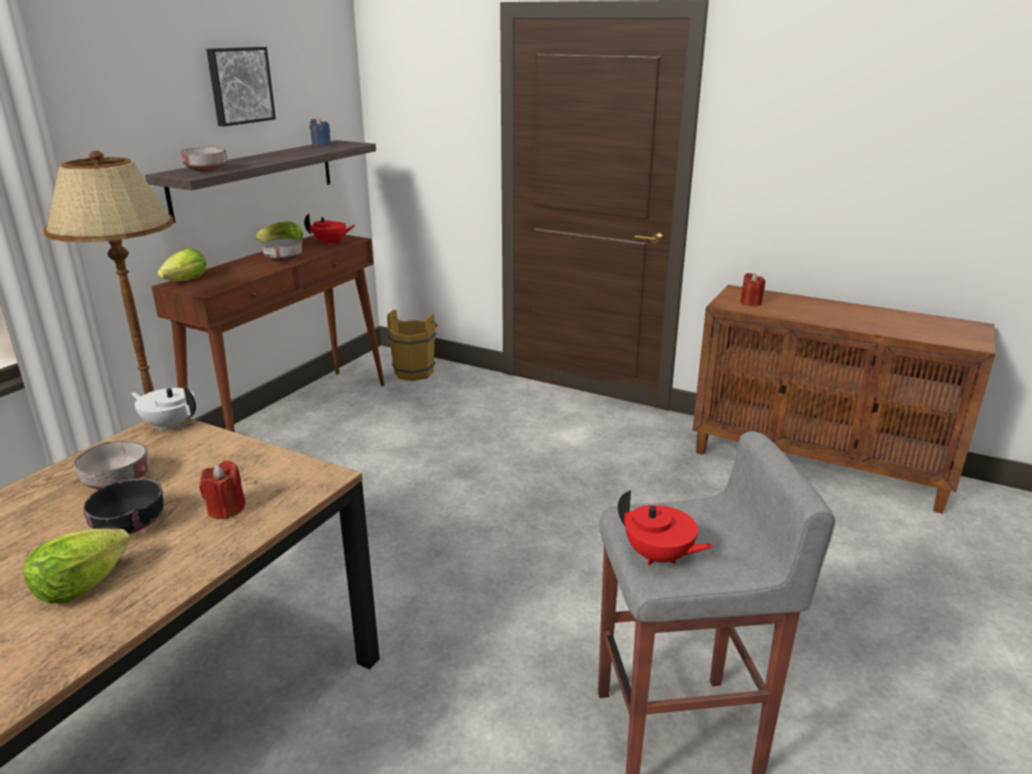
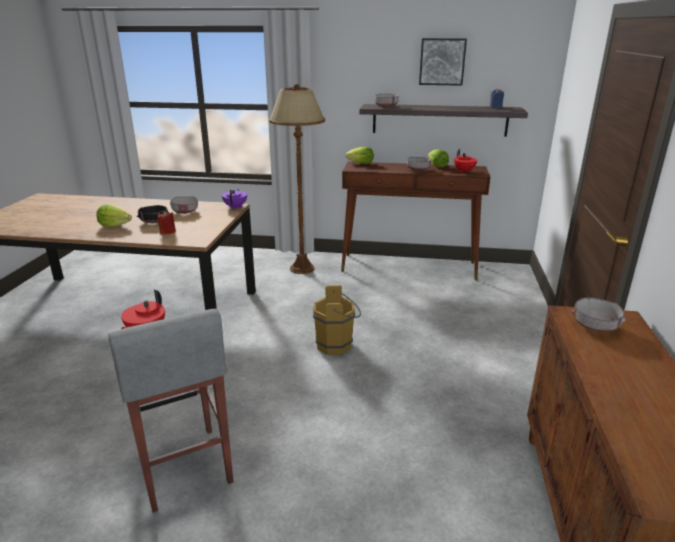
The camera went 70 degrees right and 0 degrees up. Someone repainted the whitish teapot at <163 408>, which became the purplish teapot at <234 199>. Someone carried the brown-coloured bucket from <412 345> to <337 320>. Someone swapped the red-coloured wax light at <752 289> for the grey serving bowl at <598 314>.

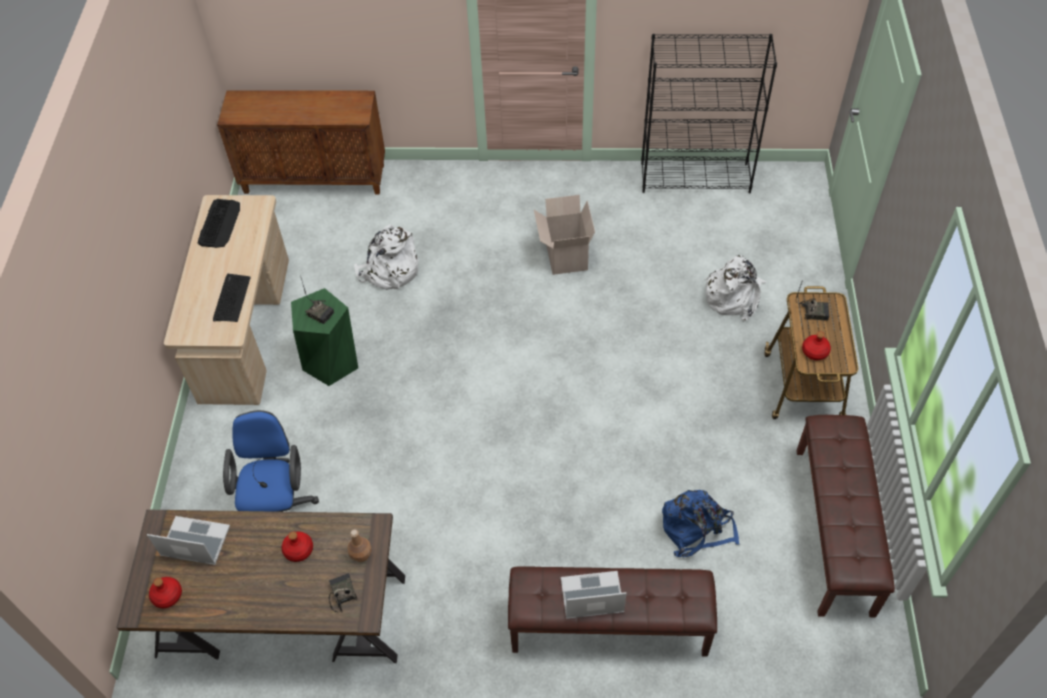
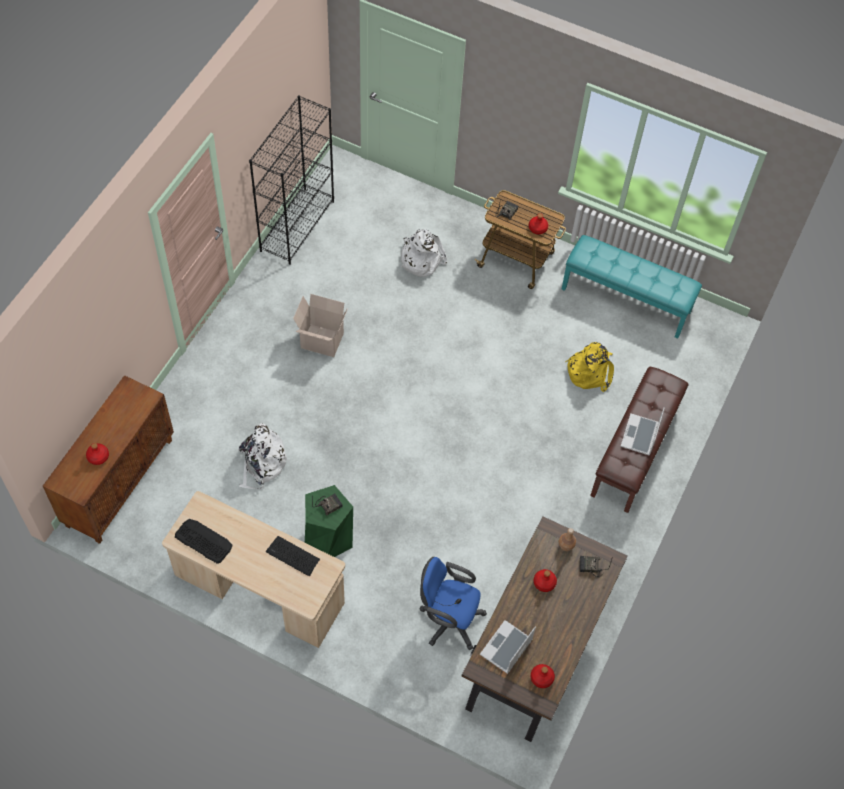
The camera went 70 degrees left and 5 degrees up. Someone repainted the blue-coloured knapsack at <701 523>, which became the yellow-coloured knapsack at <589 367>. Someone repainted the brown-coloured indoor bench at <845 516>, which became the blue-green indoor bench at <632 287>. Someone put down the red-coloured drink bottle at <97 454>.

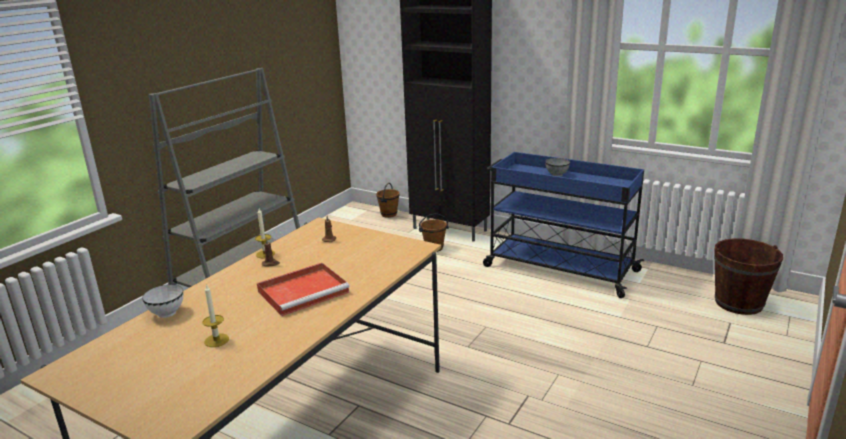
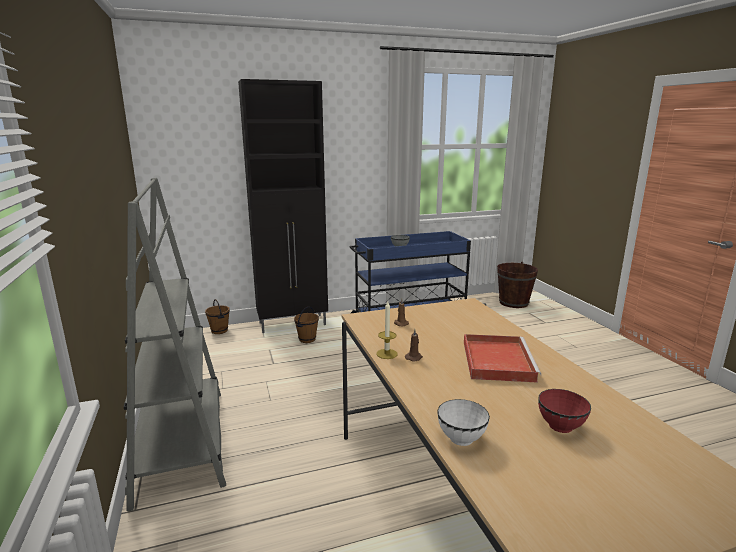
The camera went 50 degrees left and 5 degrees down. Someone swapped the wax light at <216 315> for the red-coloured serving bowl at <564 411>.

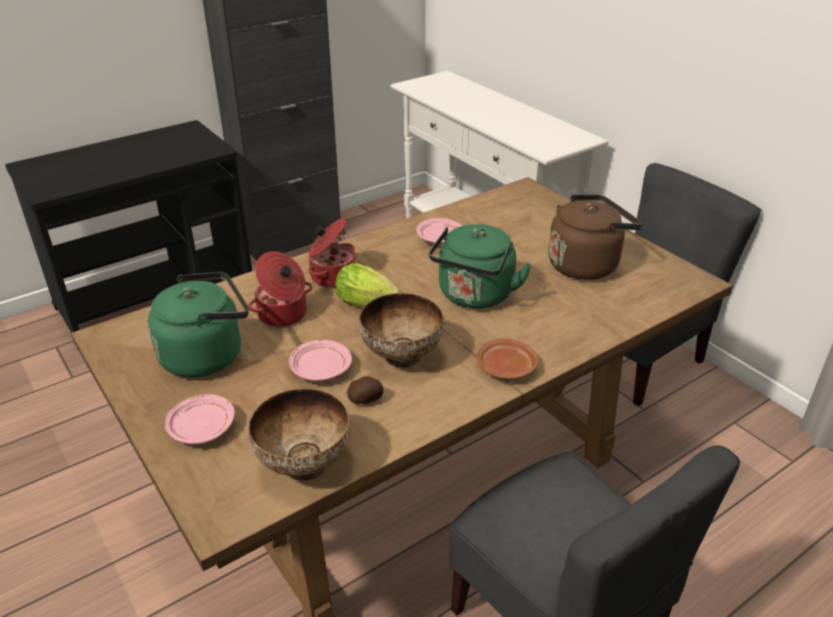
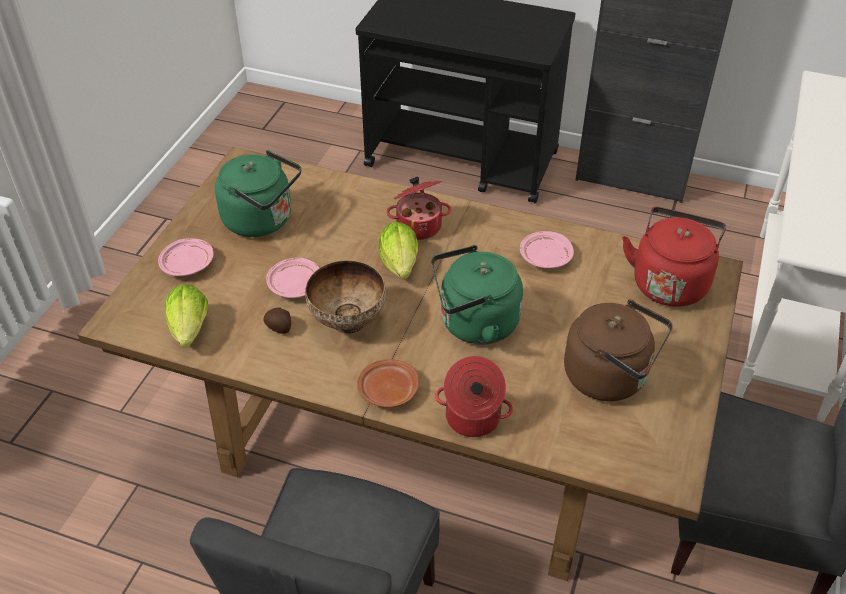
The camera went 55 degrees right and 10 degrees up. Someone carried the stockpot from <280 289> to <474 396>. Someone swapped the serving bowl at <299 434> for the lettuce head at <186 316>. Someone put down the red-coloured water kettle at <674 257>.

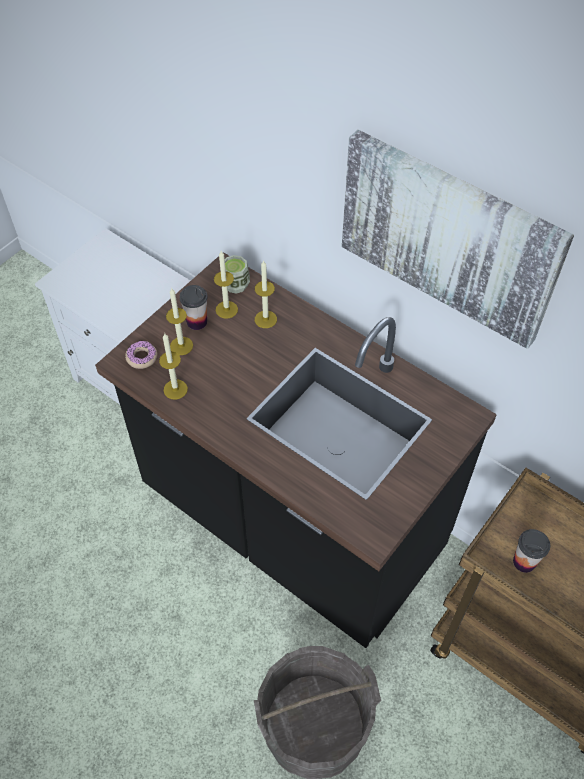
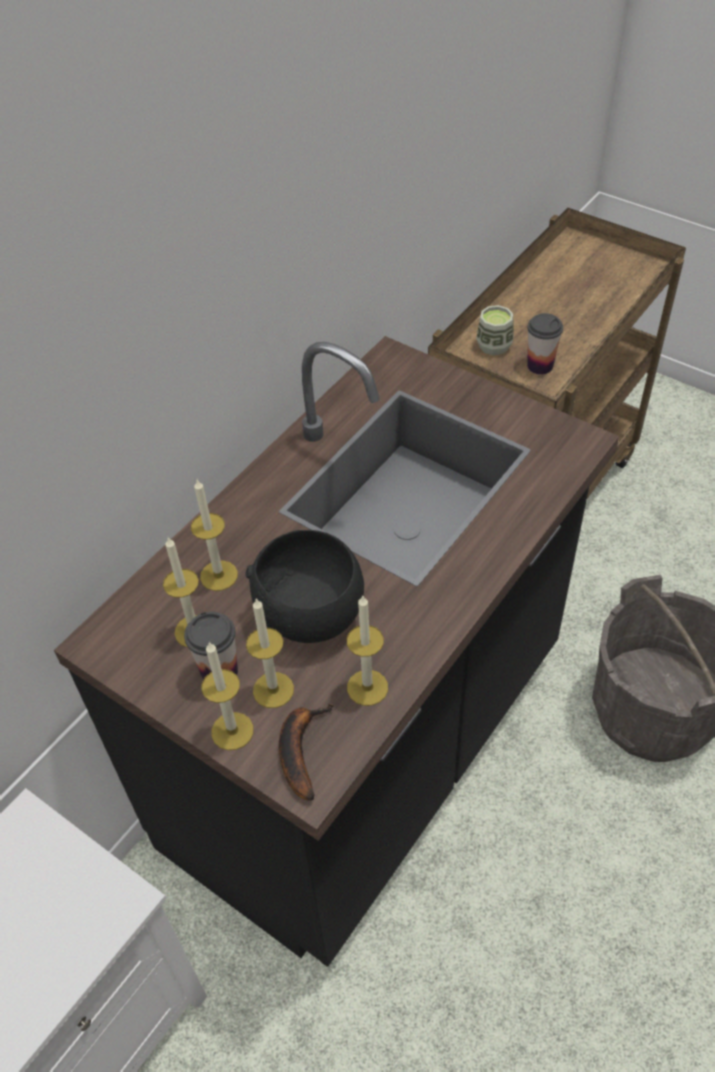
The camera went 90 degrees left and 5 degrees down. Someone swapped the ring doughnut at <141 354> for the banana at <307 752>. Someone carried the cup from <237 274> to <495 330>. Someone took away the wall art at <458 239>. Someone put down the wax light at <227 696>. Someone put down the black serving bowl at <305 586>.

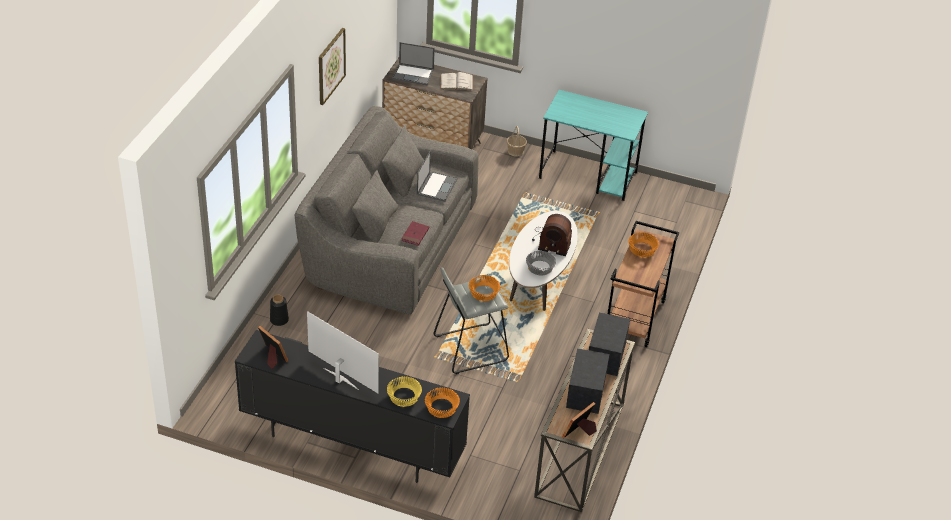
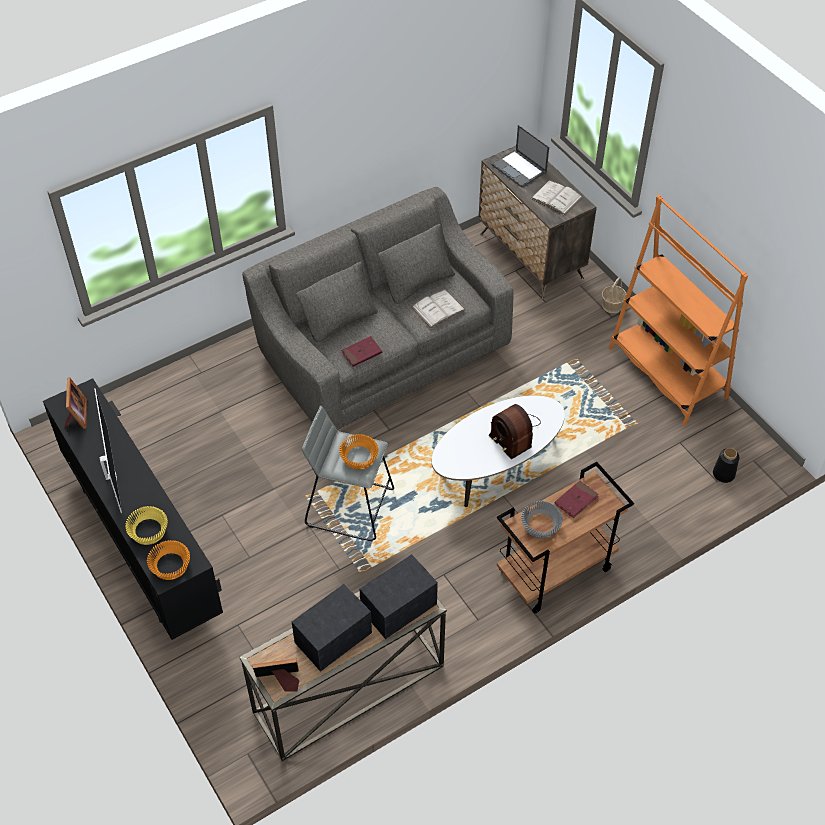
The camera went 40 degrees right and 10 degrees up. Someone carried the black flower vase from <279 310> to <726 465>. Someone took away the wall art at <332 66>. Someone swapped the notebook computer at <437 176> for the whitish bound book at <438 309>. Someone carried the grey serving bowl from <541 263> to <542 520>. Someone swapped the blue-green desk unit at <593 145> for the orangey bookshelf at <678 310>. Someone swapped the orangey serving bowl at <643 244> for the red-coloured bound book at <576 499>.

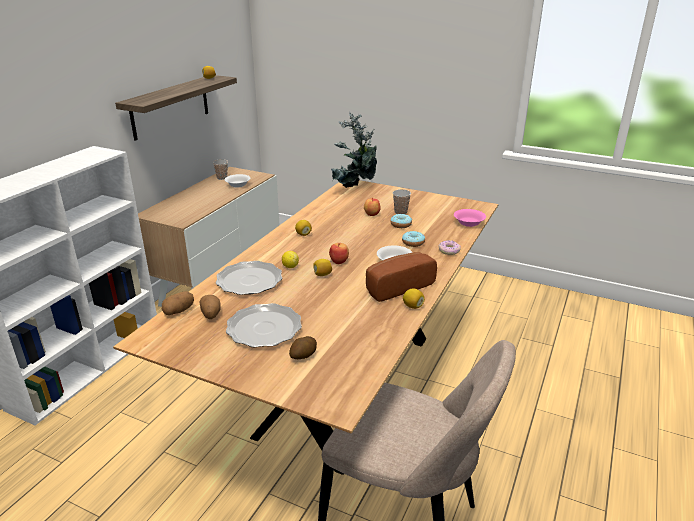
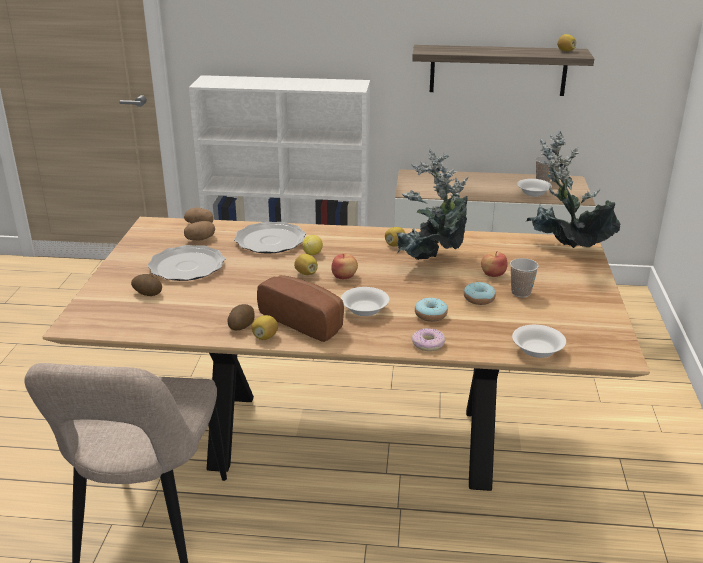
The camera went 70 degrees right and 0 degrees up. Someone repainted the pink-coloured serving bowl at <470 218>, which became the whitish serving bowl at <539 341>. Someone put down the potato at <241 317>. Someone put down the potted plant at <432 204>.

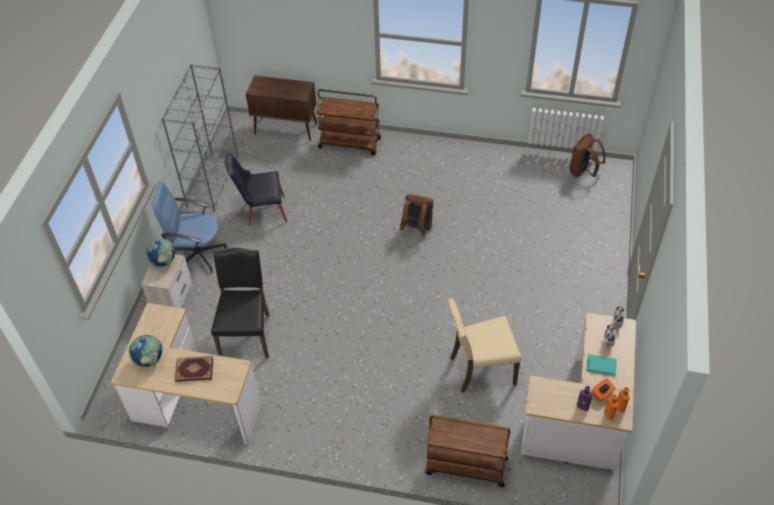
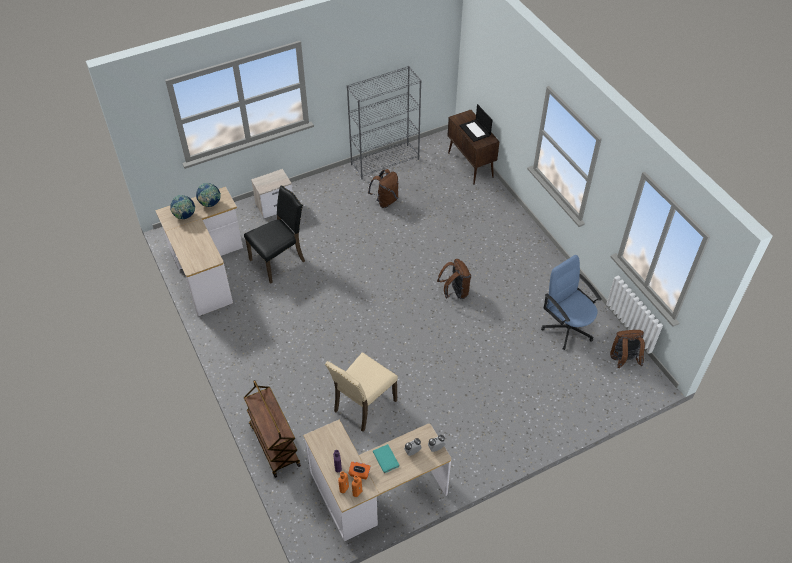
The camera went 50 degrees right and 0 degrees up. Someone carried the desk globe from <160 252> to <208 195>. Someone carried the blue-coloured computer chair from <189 227> to <571 302>. Someone took away the bound book at <194 369>. Someone swapped the black plain chair at <256 189> for the brown-coloured knapsack at <383 188>. Someone took away the brown-coloured cart at <348 122>. Someone rotated the beige-coloured plain chair at <485 345> by 90 degrees counterclockwise. Someone put down the notebook computer at <475 123>.

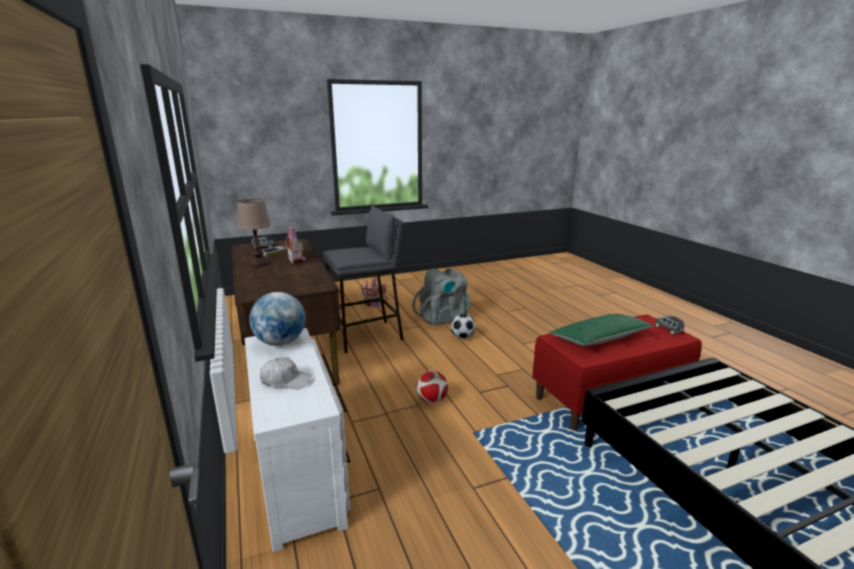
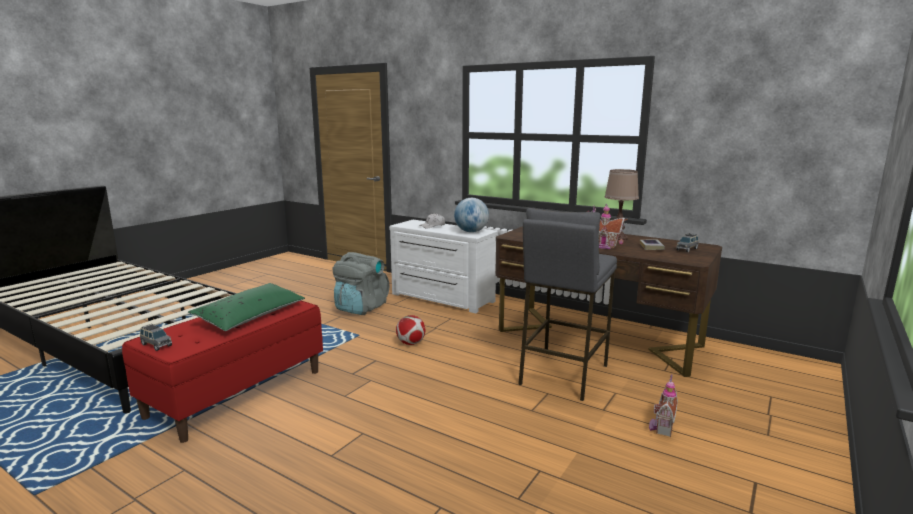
The camera went 145 degrees right and 5 degrees down. Someone carried the grey knapsack from <441 297> to <361 283>. Someone took away the football at <463 326>.

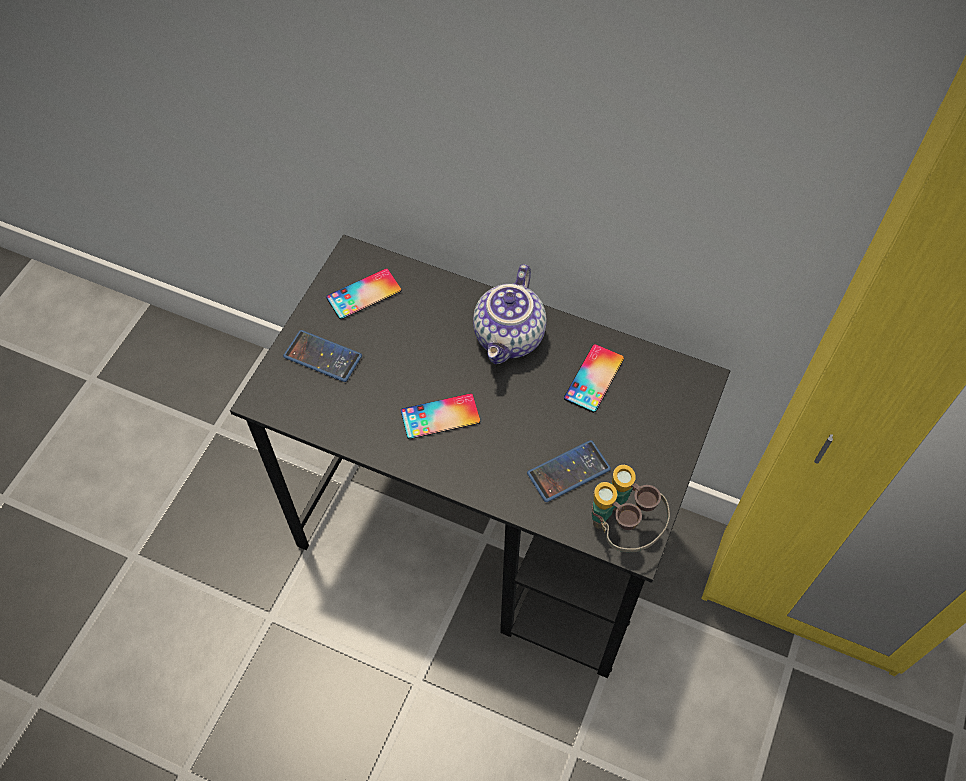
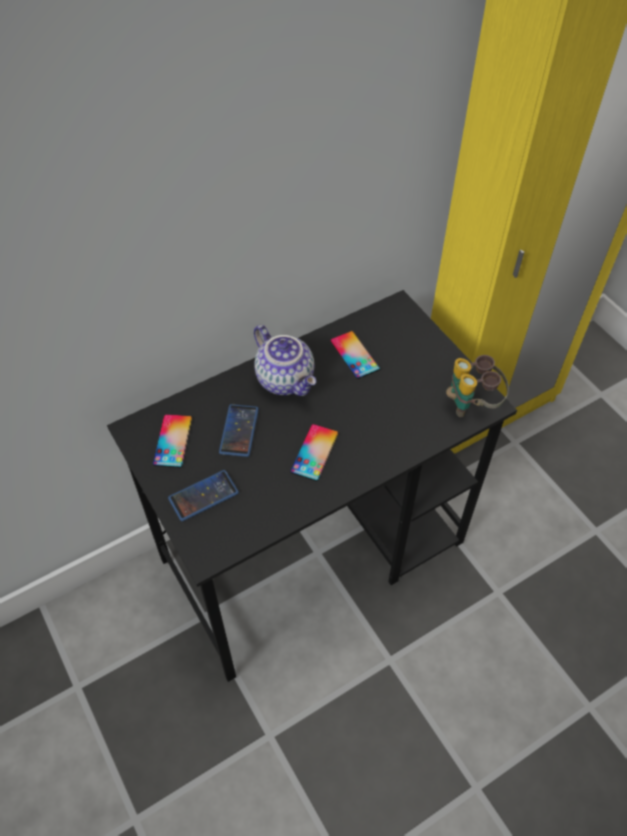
The camera went 55 degrees left and 5 degrees down. Someone carried the handset from <569 471> to <239 430>.

